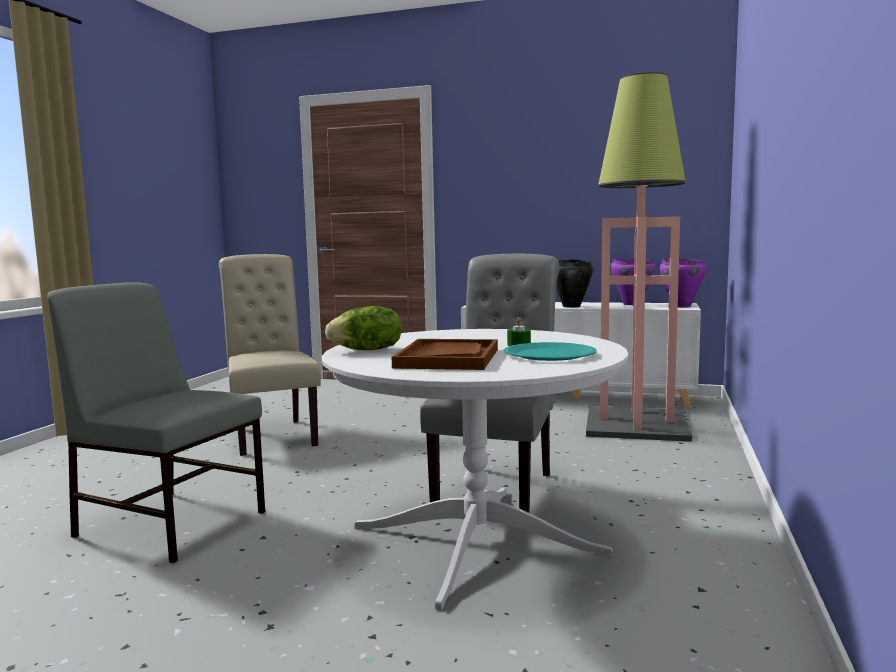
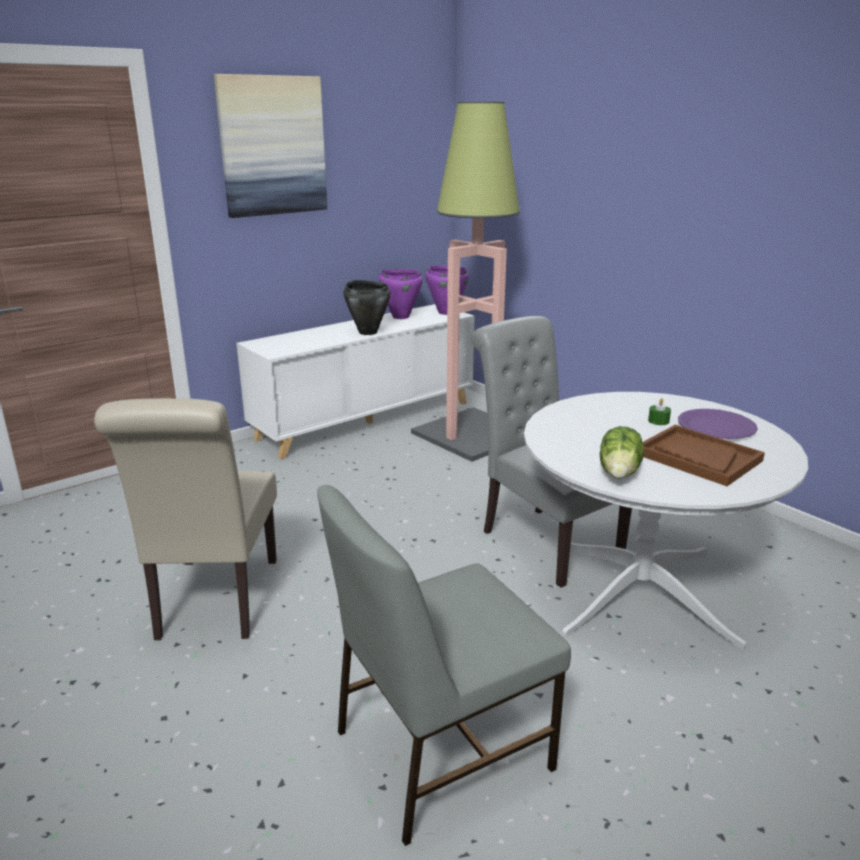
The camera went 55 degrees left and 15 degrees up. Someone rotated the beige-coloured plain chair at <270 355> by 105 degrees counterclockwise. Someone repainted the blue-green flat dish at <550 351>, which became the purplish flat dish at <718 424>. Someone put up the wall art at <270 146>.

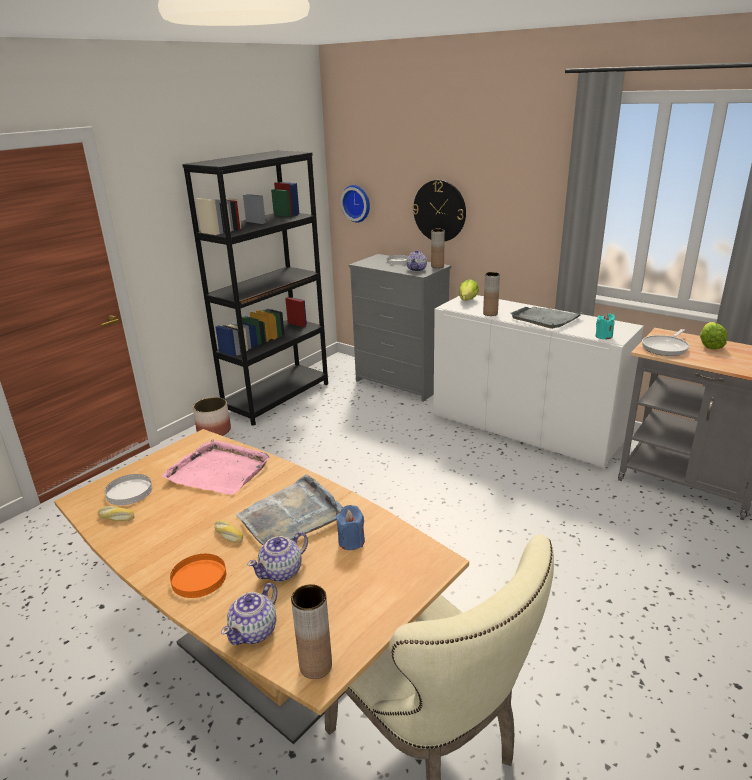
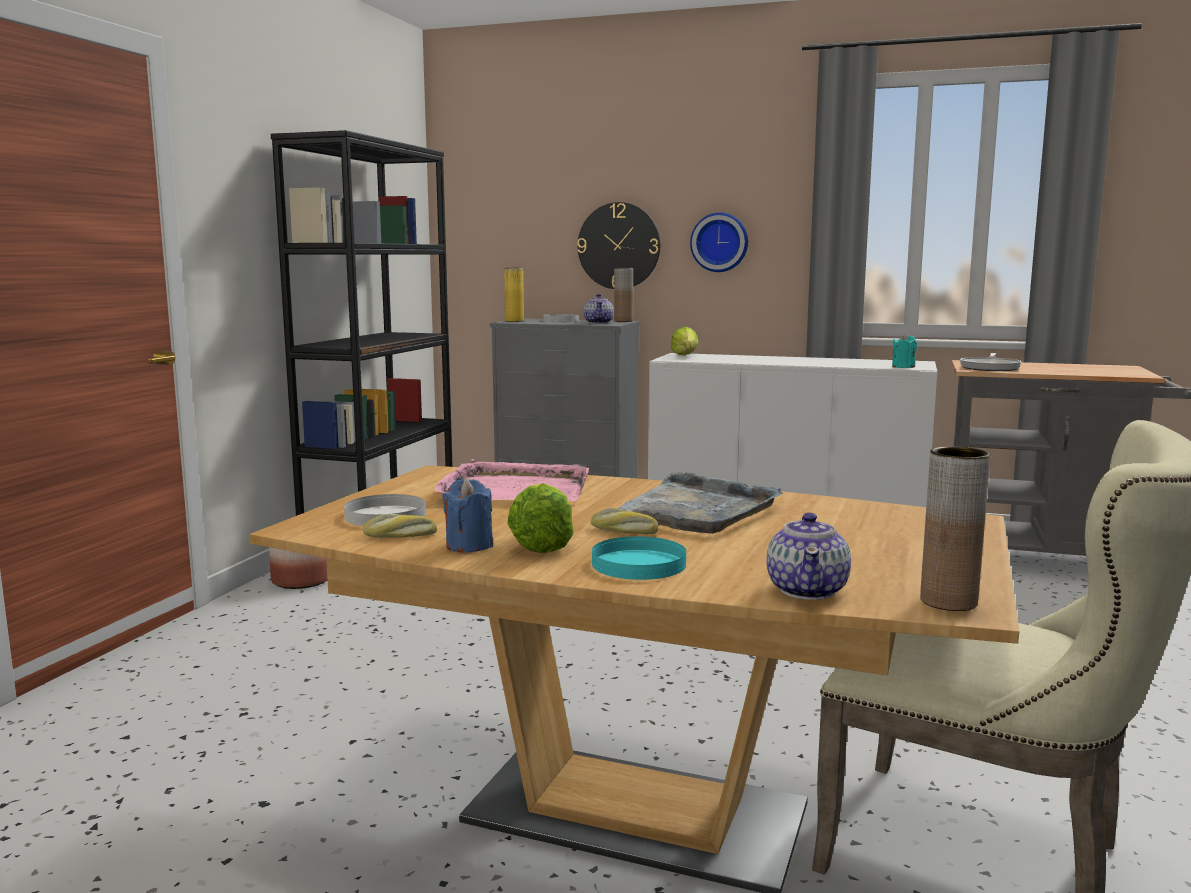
The camera went 20 degrees left and 15 degrees down. Someone repainted the orangey flat dish at <198 576>, which became the blue-green flat dish at <639 558>. Someone took away the teapot at <277 557>. Someone carried the blue-coloured wax light from <350 527> to <468 515>. Someone carried the clock on the wall from <355 204> to <719 242>. Someone took away the brown-coloured flower vase at <491 294>. Someone took away the grey tray at <546 318>. Someone carried the lettuce head from <713 335> to <540 518>. Someone put down the yellow-coloured flower vase at <514 295>.

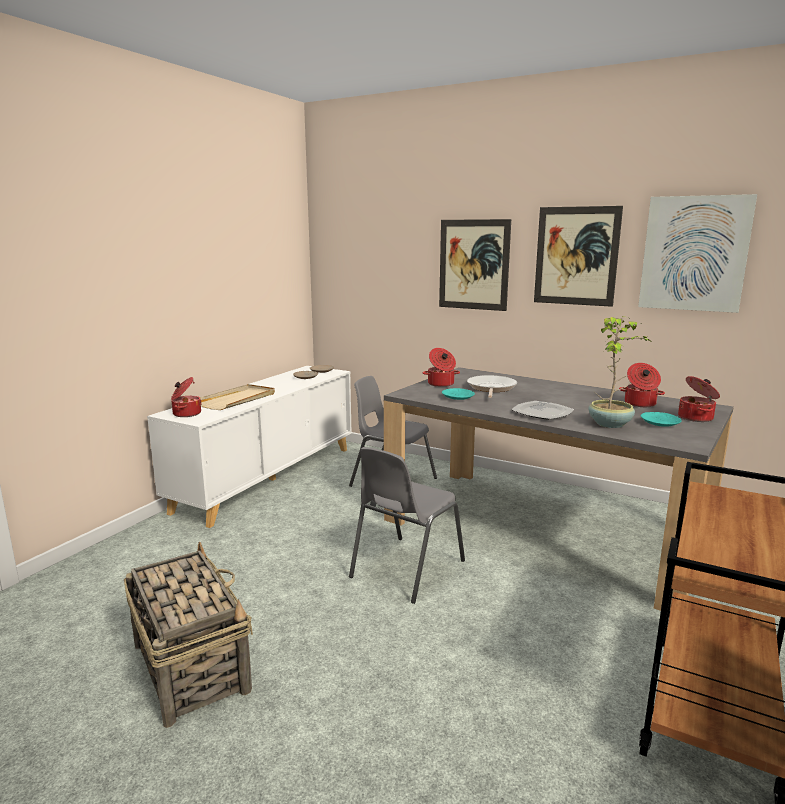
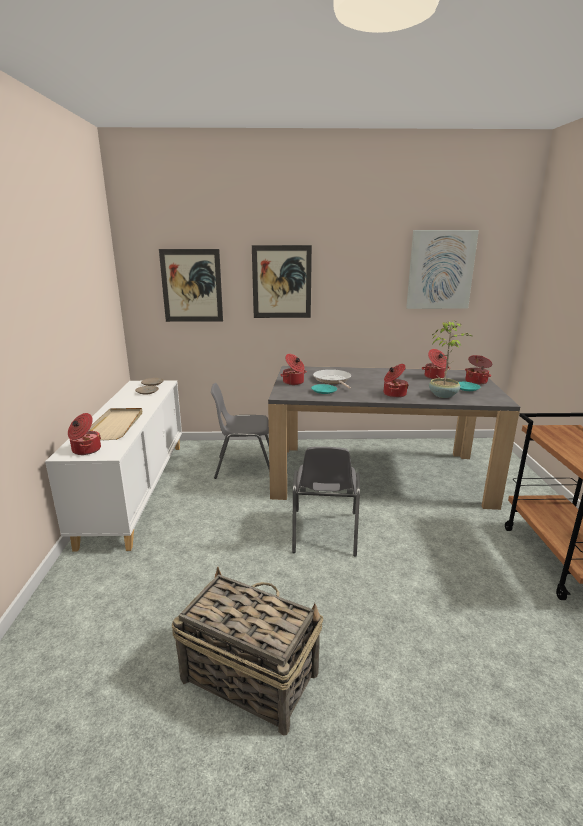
The camera went 30 degrees left and 5 degrees up. Someone swapped the flat dish at <542 410> for the stockpot at <396 381>. Someone carried the wall art from <578 256> to <191 285>.

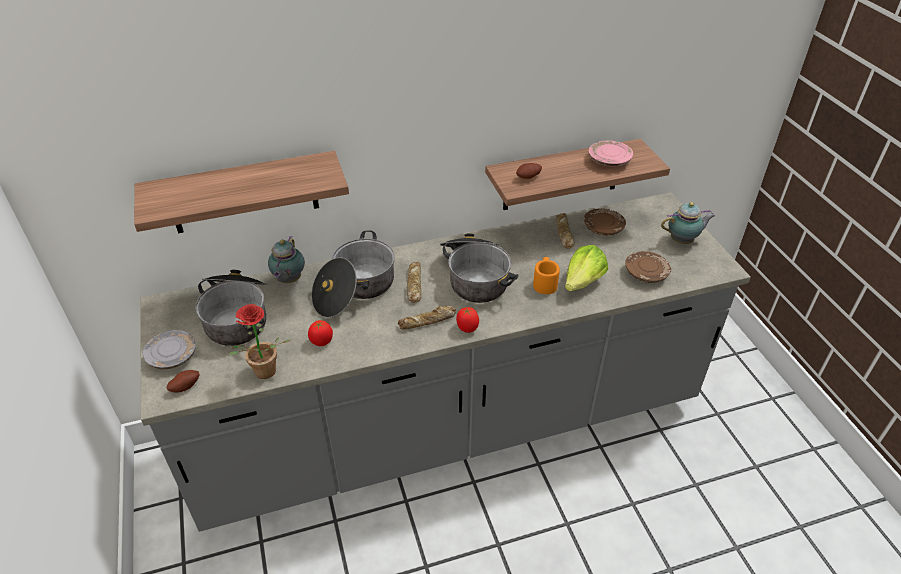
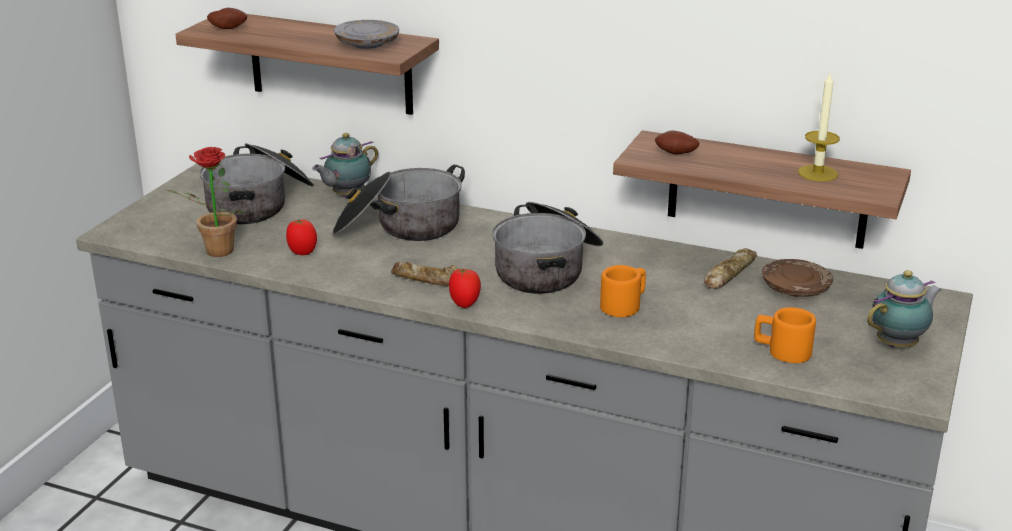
The camera went 40 degrees right and 15 degrees down. Someone carried the grey flat dish from <169 349> to <366 34>. Someone carried the potato from <182 381> to <227 18>. Someone took away the baked bread at <414 282>. Someone took away the lettuce head at <586 268>. Someone swapped the pink-coloured flat dish at <611 153> for the wax light at <819 127>. Someone swapped the brown-coloured flat dish at <648 267> for the orangey coffee mug at <785 335>. Someone rotated the teapot at <688 223> by 60 degrees counterclockwise.

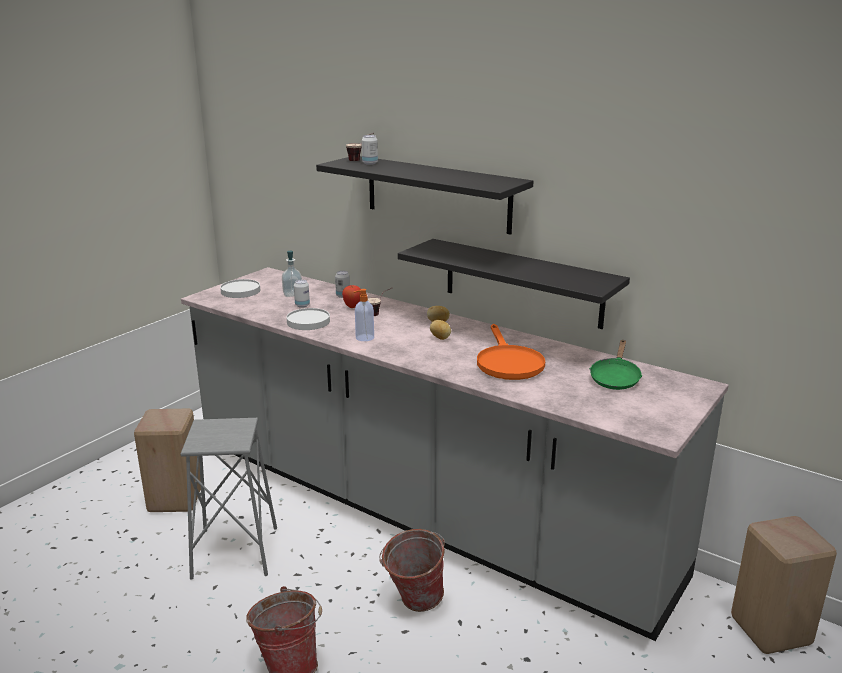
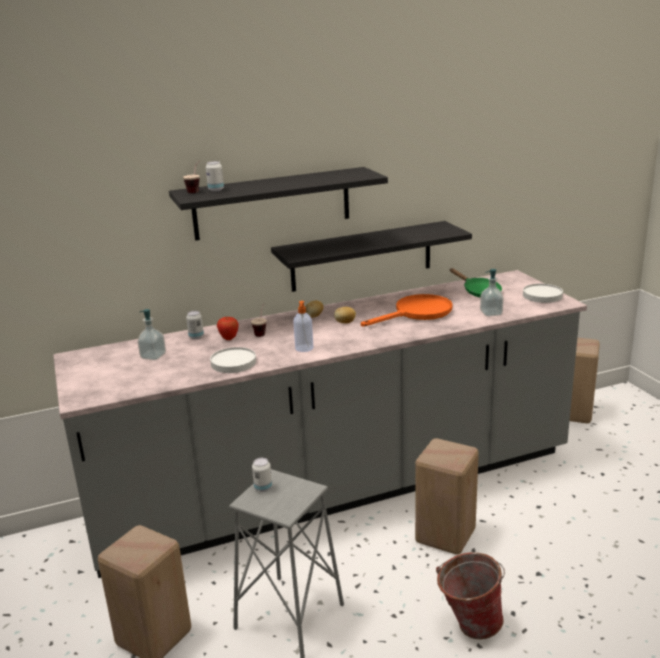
The camera went 55 degrees left and 0 degrees up. Someone carried the whitish flat dish from <240 288> to <543 293>. Someone carried the metal can from <302 294> to <262 475>. Someone swapped the bucket at <412 570> for the beige-coloured stool seat at <447 496>. Someone rotated the orangey pan at <511 352> by 60 degrees counterclockwise. Someone put down the soap dispenser at <492 292>.

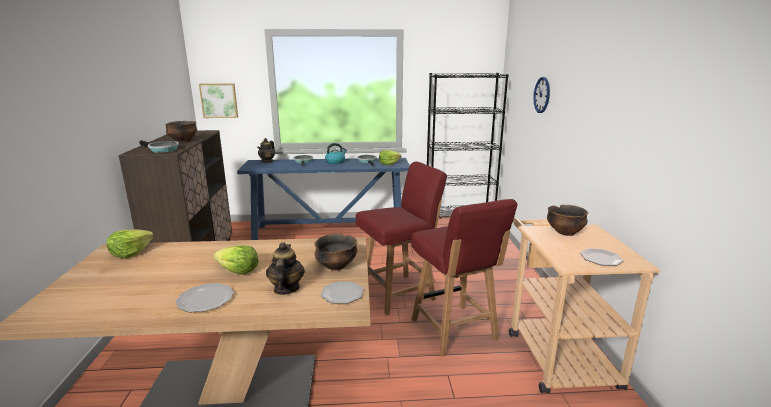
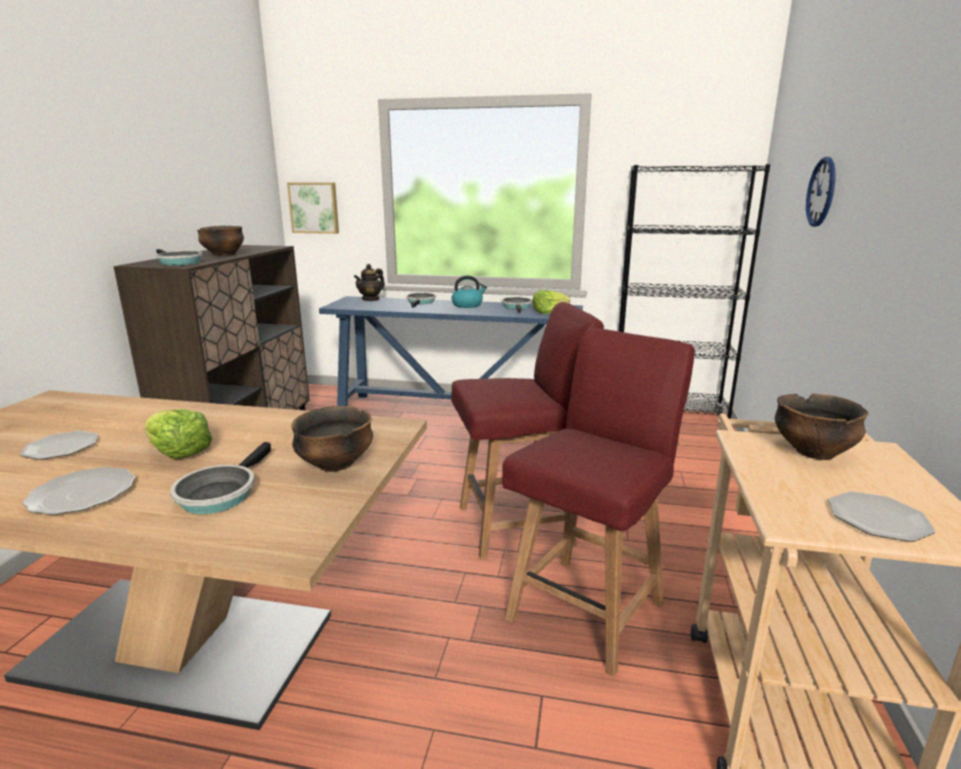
The camera went 15 degrees right and 0 degrees up. Someone took away the lettuce head at <130 243>. Someone swapped the teapot at <285 268> for the pan at <220 478>. Someone carried the flat dish from <342 292> to <59 445>. Someone rotated the red-coloured plain chair at <464 278> by 135 degrees counterclockwise.

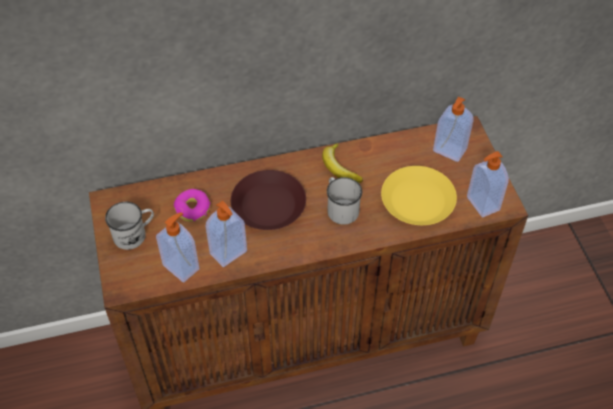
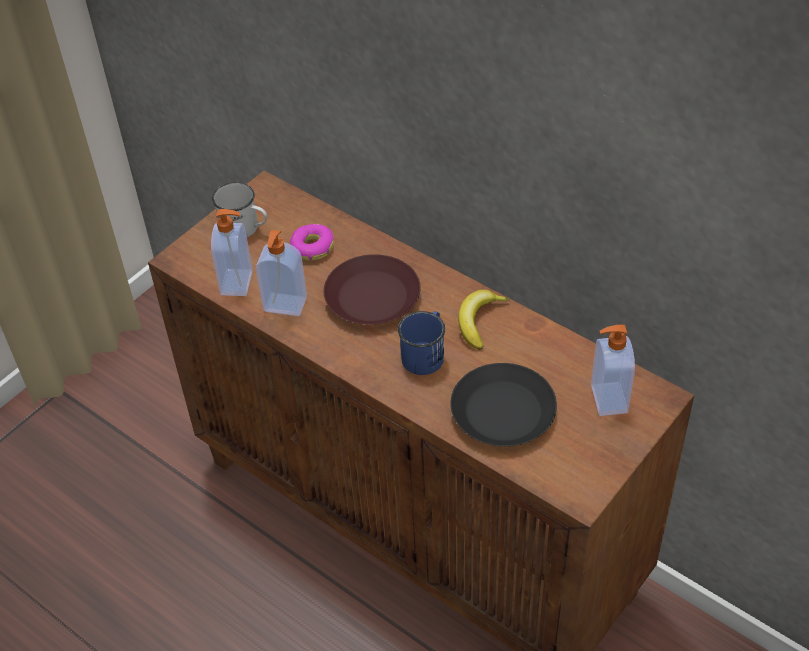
The camera went 55 degrees right and 5 degrees down. Someone repainted the whitish coffee mug at <344 201>, which became the blue-coloured coffee mug at <421 343>. Someone repainted the yellow-coloured flat dish at <419 195>, which became the black flat dish at <503 404>. Someone took away the soap dispenser at <488 184>.

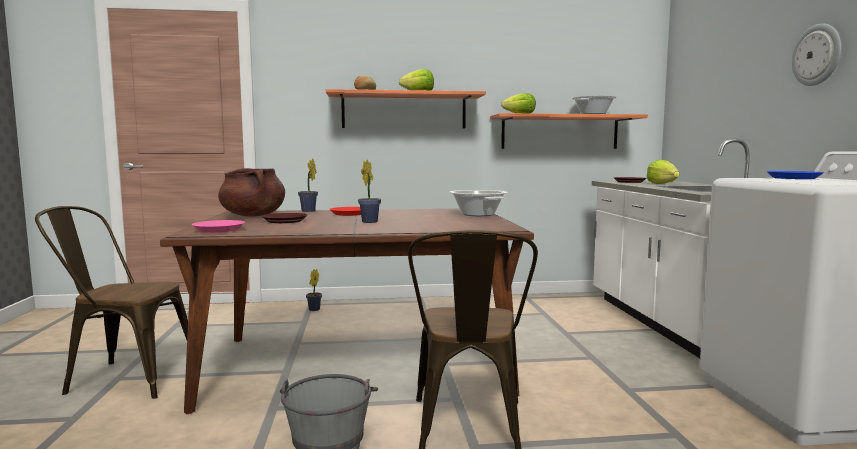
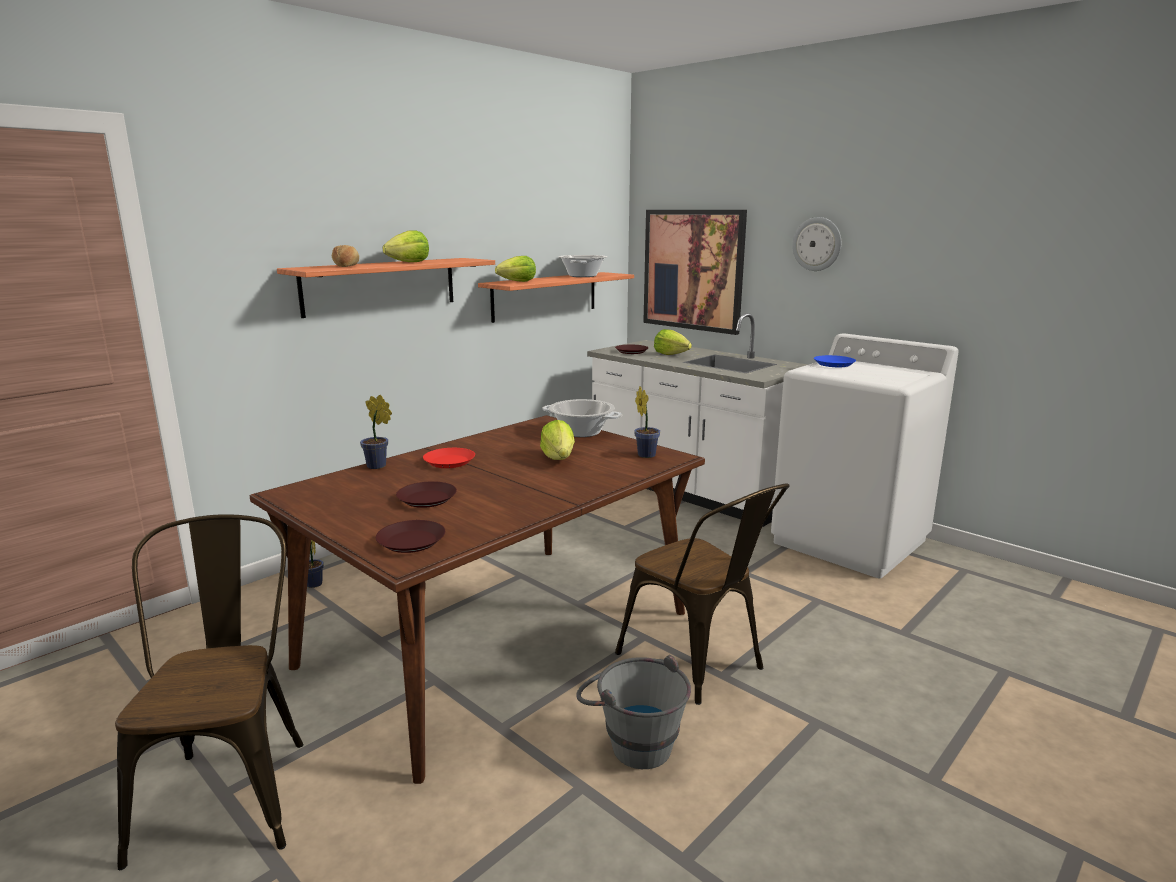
The camera went 40 degrees left and 10 degrees up. Someone rotated the brown-coloured plain chair at <111 302> by 120 degrees clockwise. Someone repainted the pink-coloured flat dish at <218 226>, which became the brown-coloured flat dish at <410 536>. Someone took away the brown-coloured stockpot at <251 192>. Someone carried the potted plant from <369 191> to <647 422>. Someone put down the lettuce head at <557 440>. Someone put up the wall art at <695 272>.

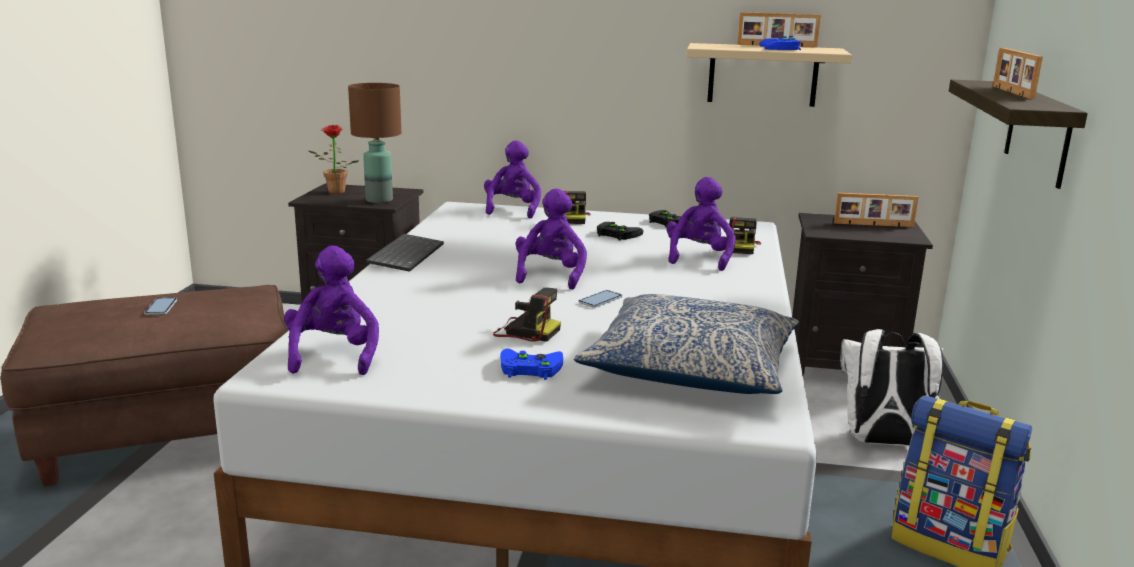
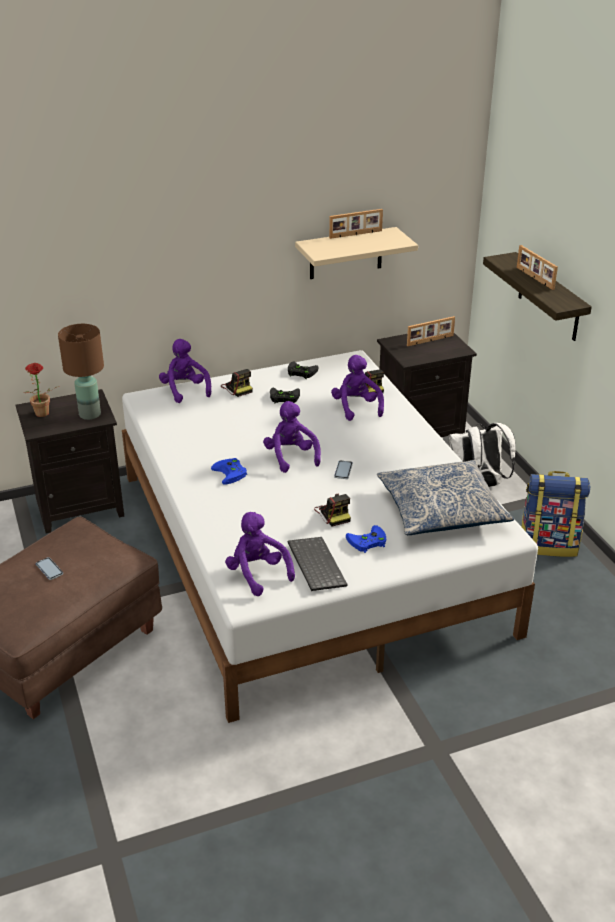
The camera went 30 degrees left and 15 degrees up. Someone carried the keyboard from <405 253> to <318 564>. Someone rotated the photo camera at <527 315> by 75 degrees clockwise. Someone carried the blue-coloured joypad from <780 43> to <229 471>.

